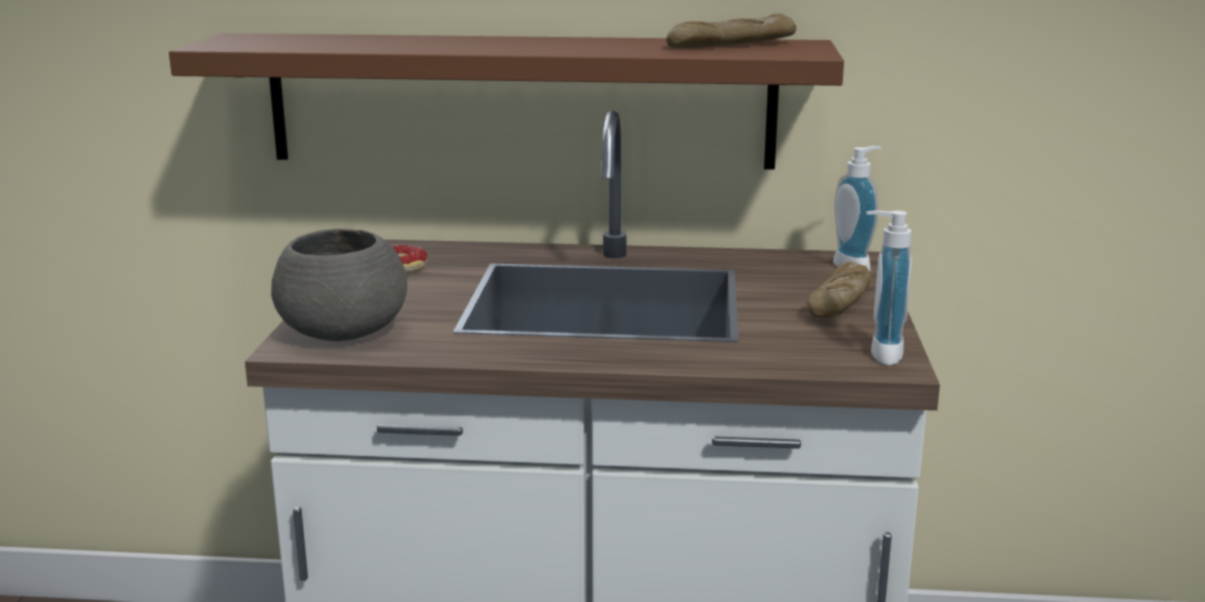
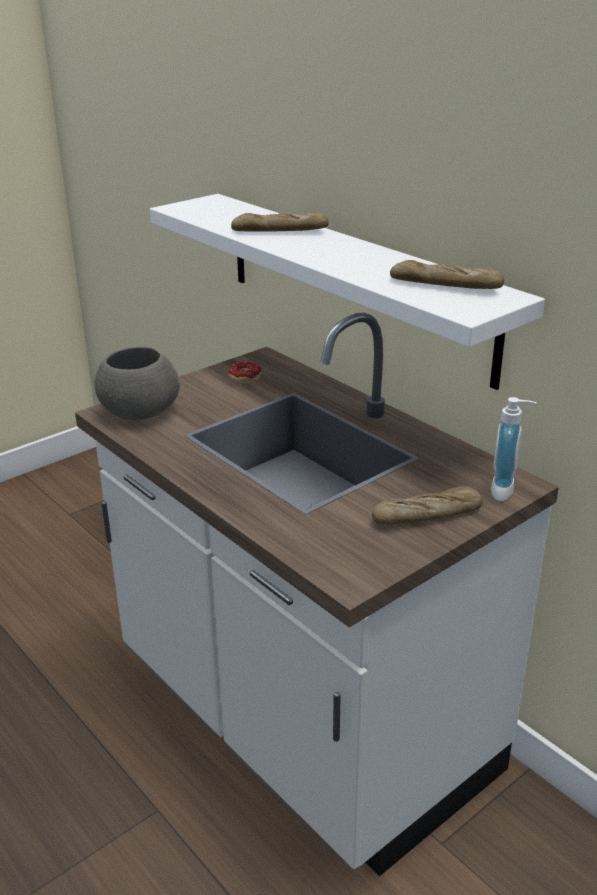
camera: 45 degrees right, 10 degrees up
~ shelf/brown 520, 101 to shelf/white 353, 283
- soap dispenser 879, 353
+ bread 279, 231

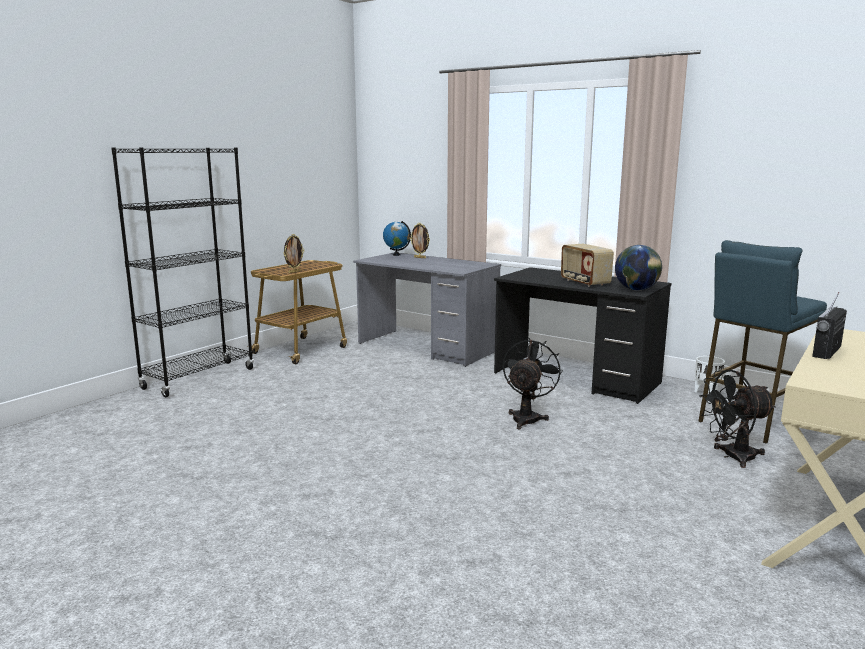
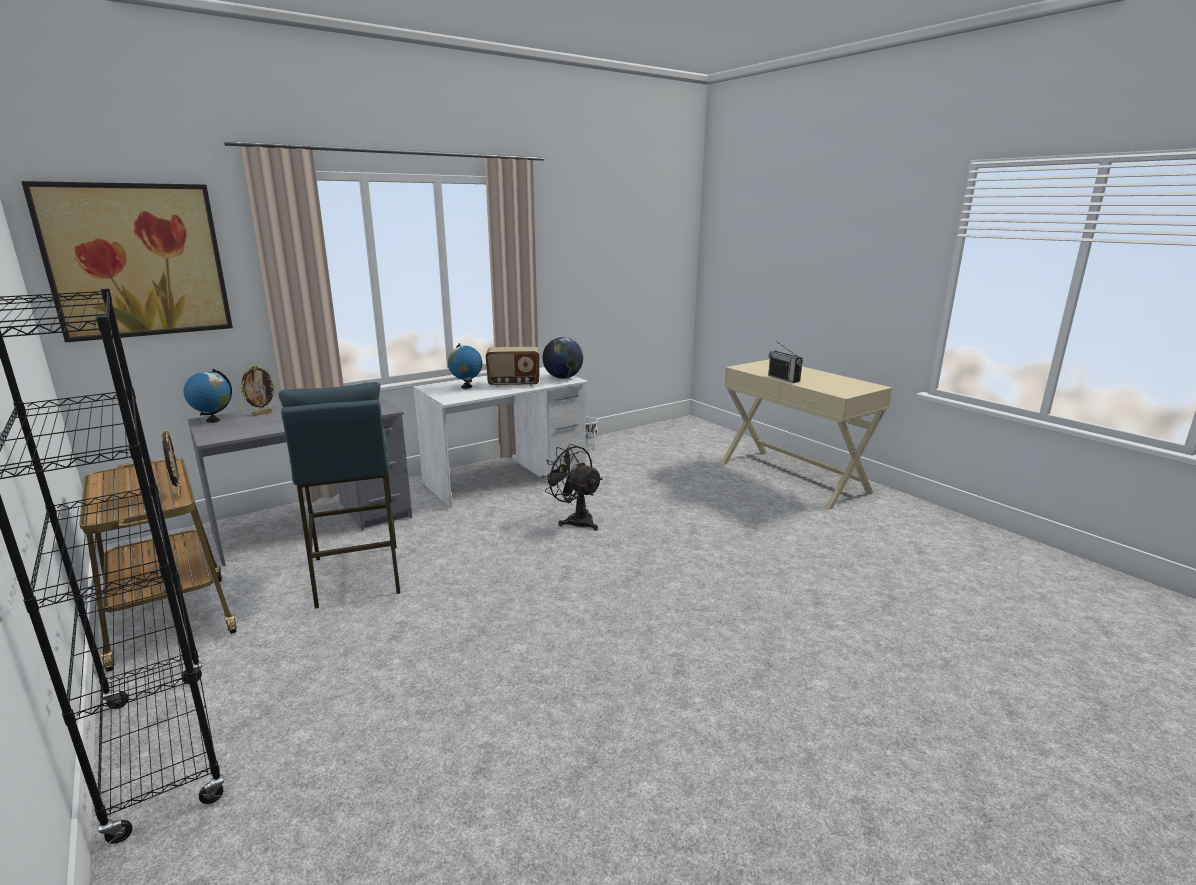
camera: 70 degrees left, 5 degrees up
~ stool/blue 751, 420 to 356, 575
~ desk/black 576, 378 to desk/white 506, 478
- fan/black 732, 457
+ picture 137, 261
+ globe 466, 387

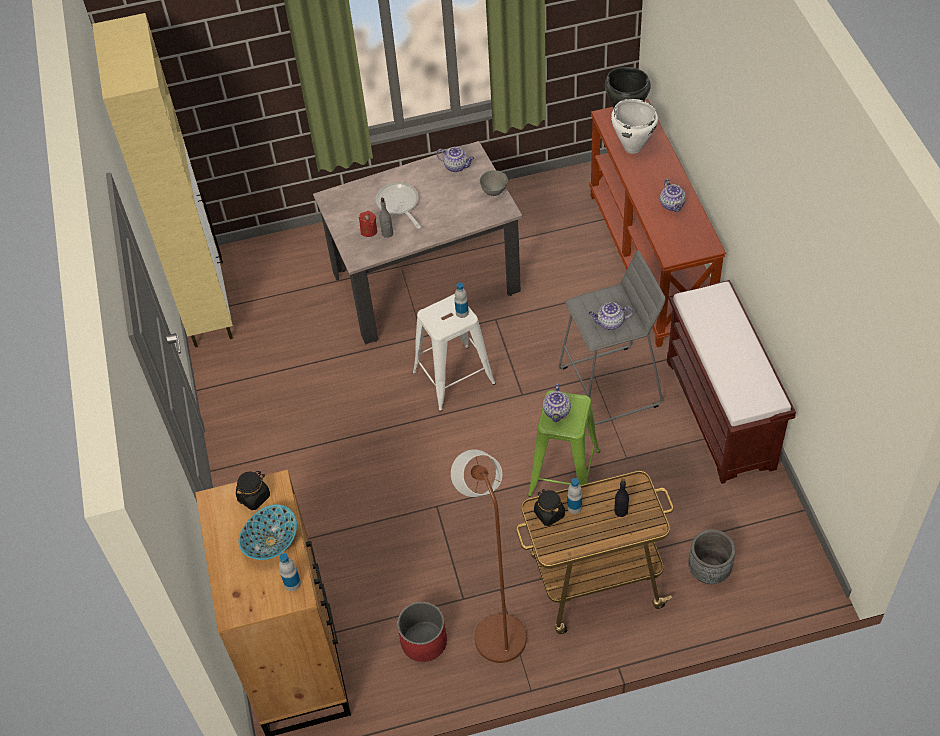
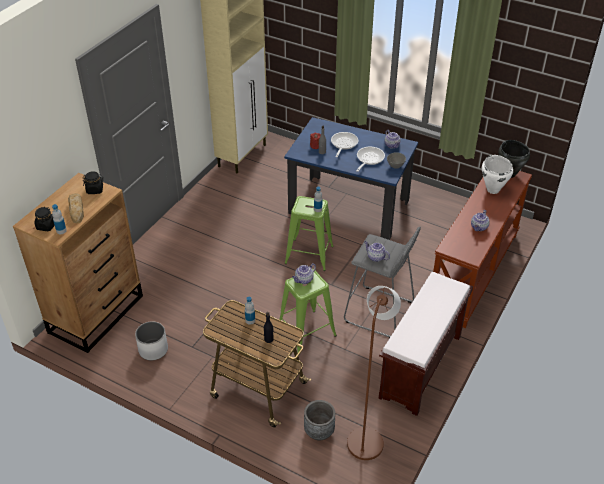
camera: 40 degrees right, 10 degrees down
~ dining table/beige 426, 282 to dining table/blue 349, 207
~ stool/white 453, 378 to stool/green 308, 254
~ floor lamp/brown 496, 630 to 367, 438
~ jar/black 549, 514 to 46, 226
~ bowl 270, 541 to bread 76, 210
~ planter/red 423, 641 to planter/white 153, 349
+ frying pan 369, 159

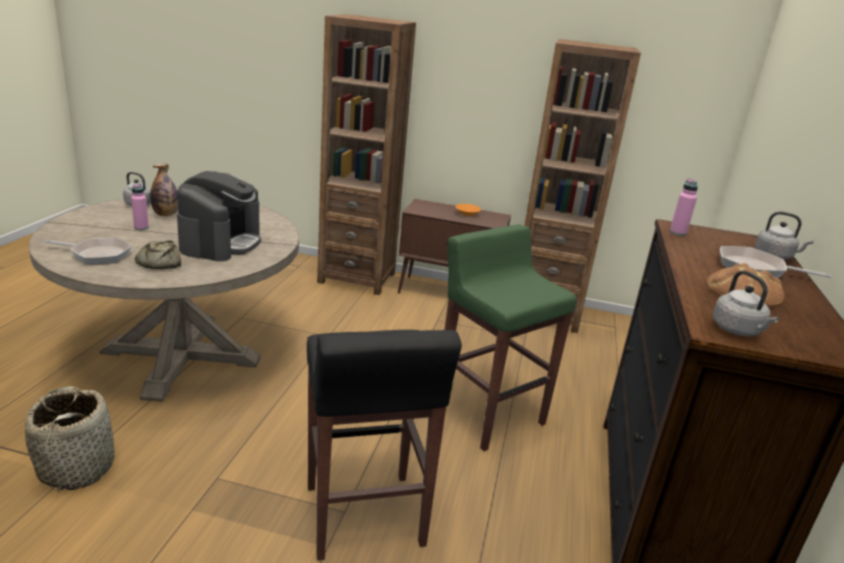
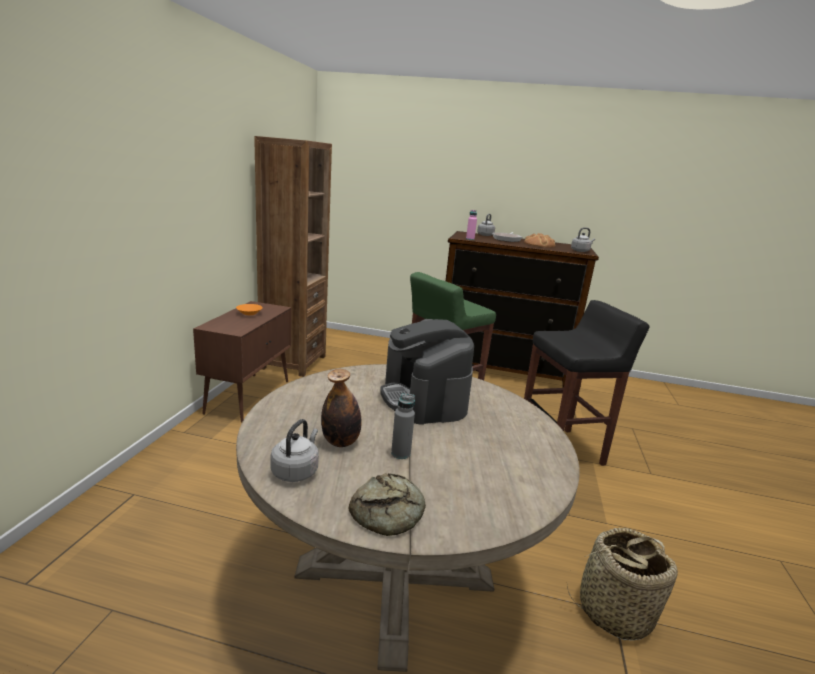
camera: 90 degrees left, 5 degrees down
- bookcase/brown 357, 278
~ coffee machine 221, 242 = 424, 399 120 degrees counterclockwise
~ bottle/pink 141, 228 to bottle/grey 400, 453
- frying pan 97, 254
~ bread 159, 262 to 390, 512

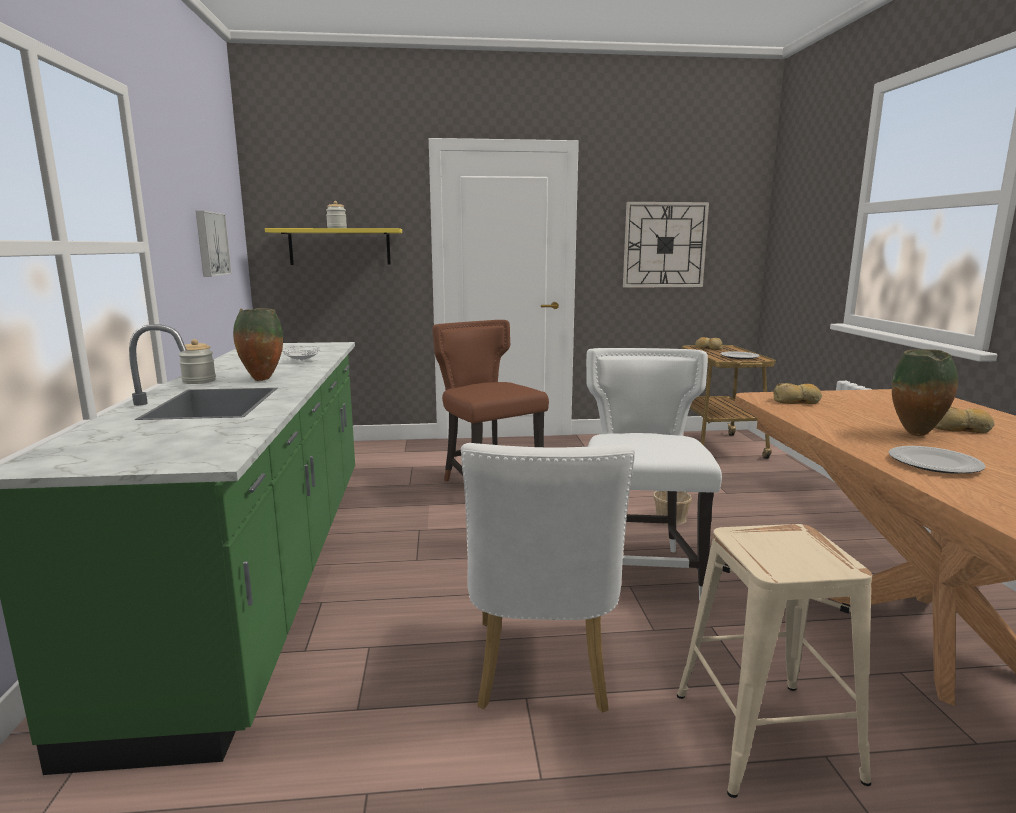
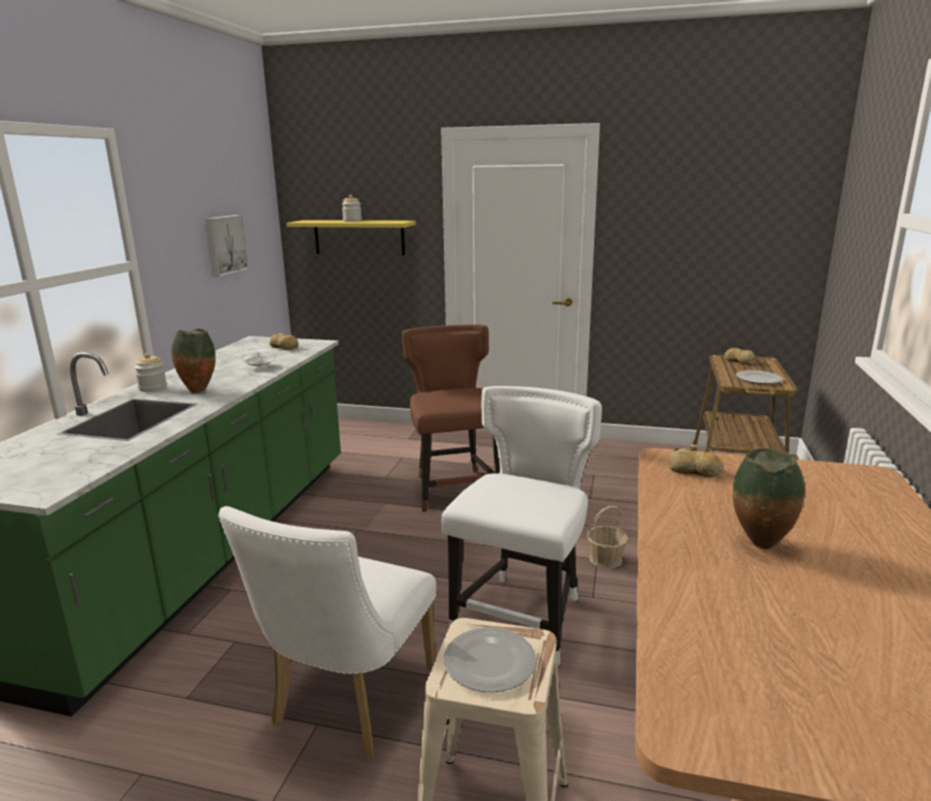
camera: 20 degrees right, 5 degrees up
- wall clock 664, 245
~ bread 961, 429 to 284, 347
~ plate 935, 464 to 490, 663

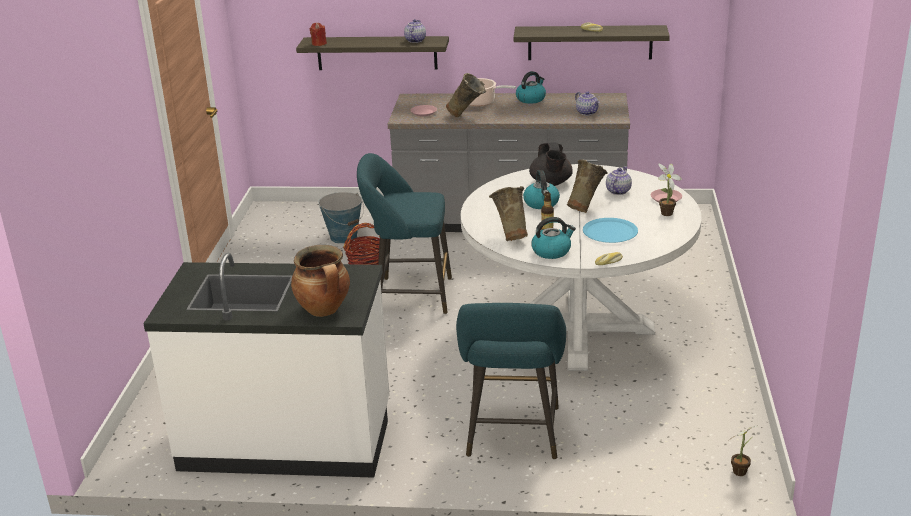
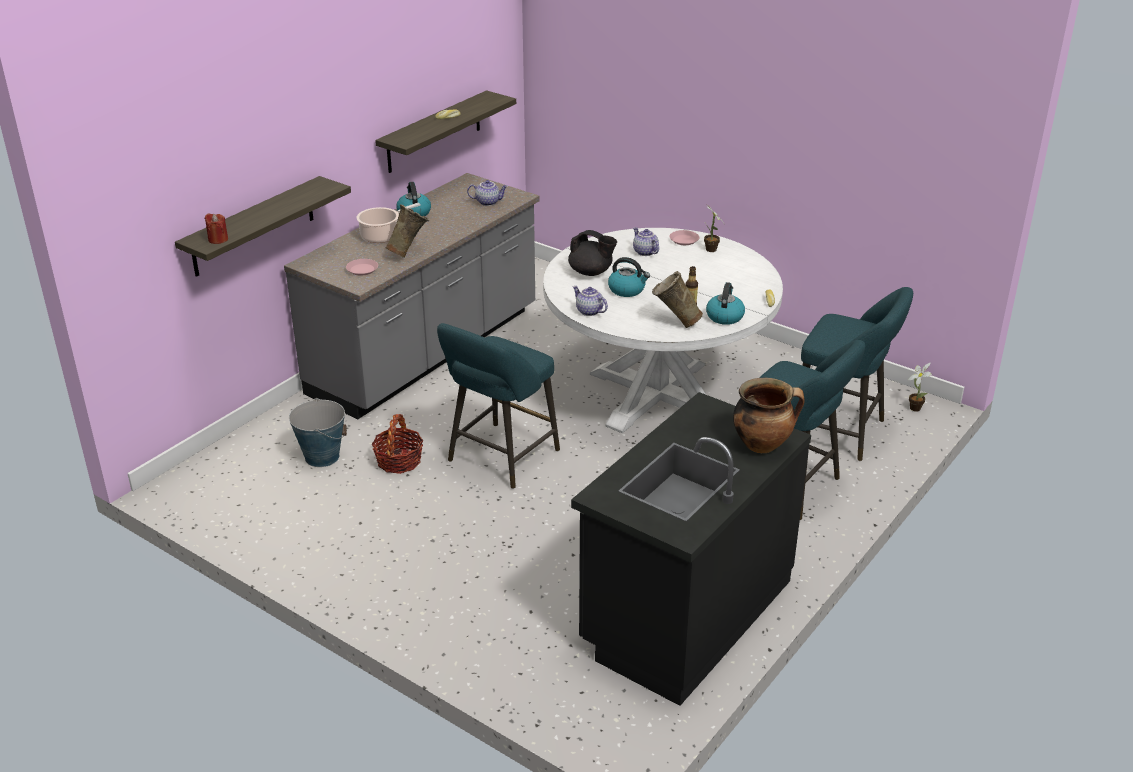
camera: 60 degrees left, 5 degrees up
~ teapot 415, 40 to 588, 311
- vase/beige 586, 208
- plate/blue 610, 232
~ counter/white 287, 438 to counter/black 685, 614
+ stool/turquoise 841, 432

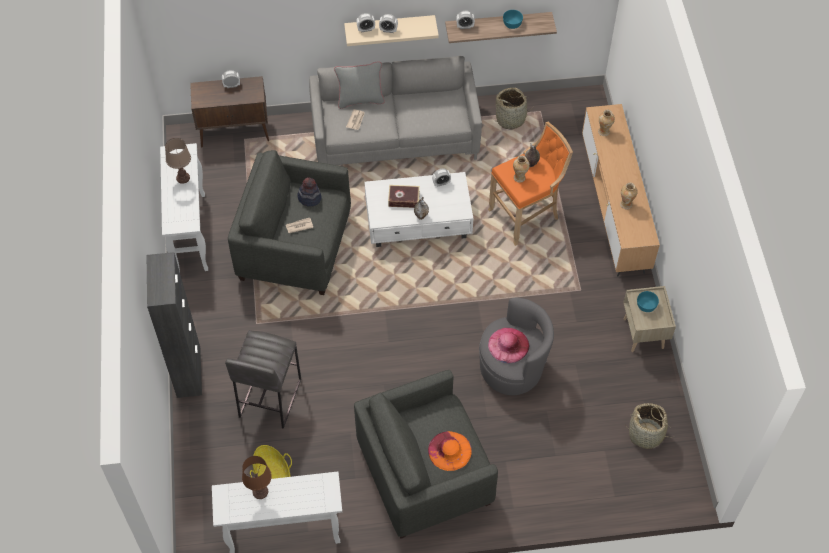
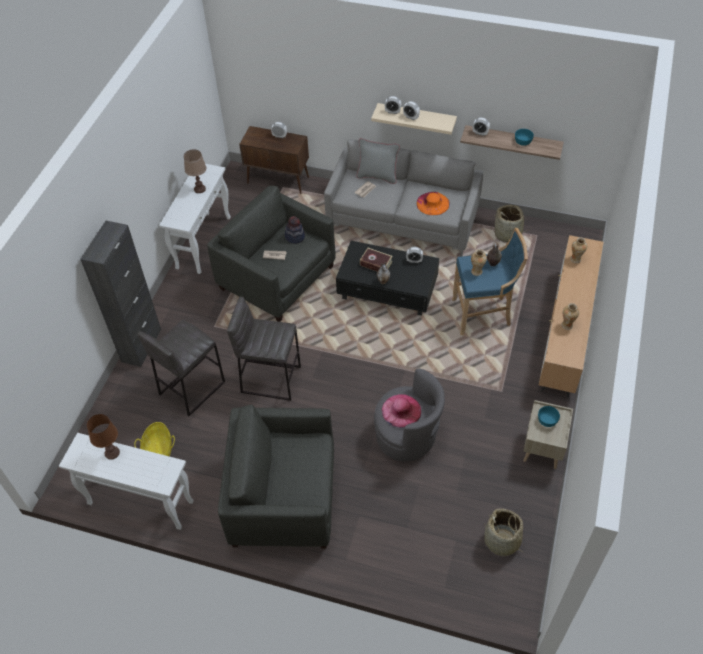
camera: 25 degrees right, 5 degrees down
~ stool/orange 526, 215 to stool/blue 483, 314
~ coffee table/white 419, 222 to coffee table/black 388, 290
~ hat/orange 449, 450 to 433, 203
+ stool/grey 270, 379

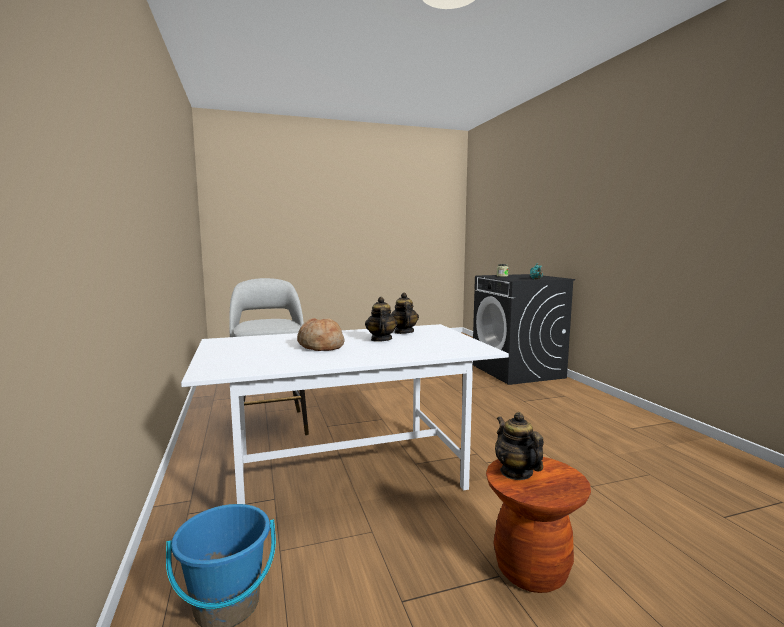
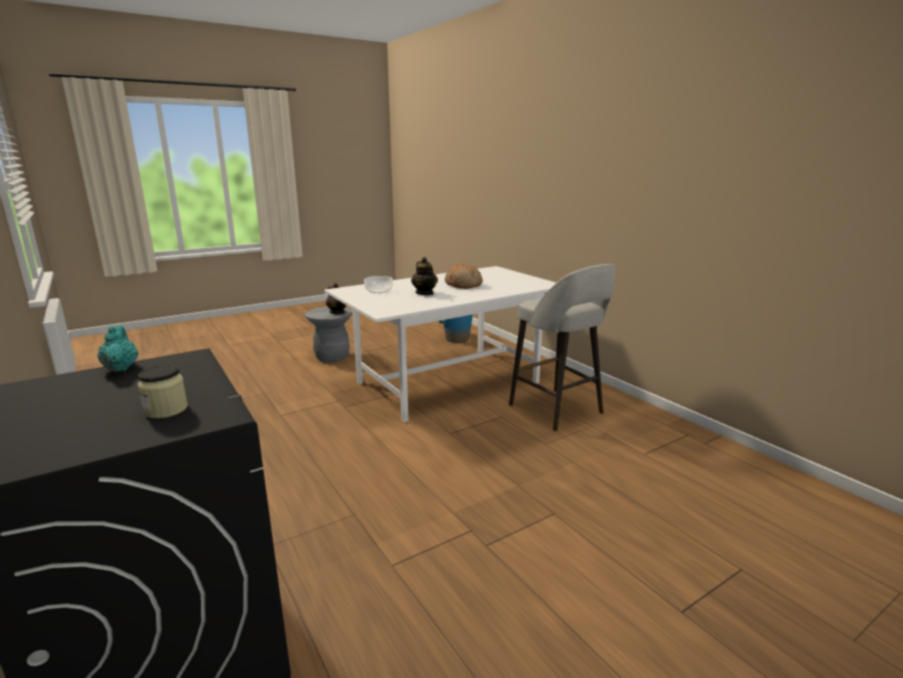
camera: 165 degrees right, 10 degrees up
- teapot 403, 332
~ stool/brown 531, 570 to stool/grey 332, 357
+ bowl 378, 290

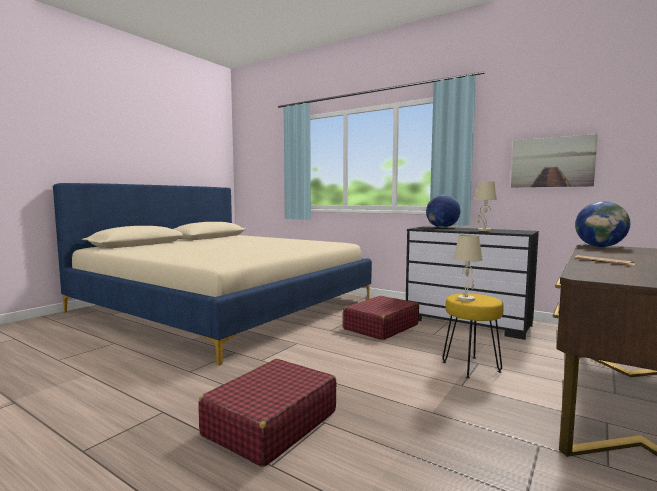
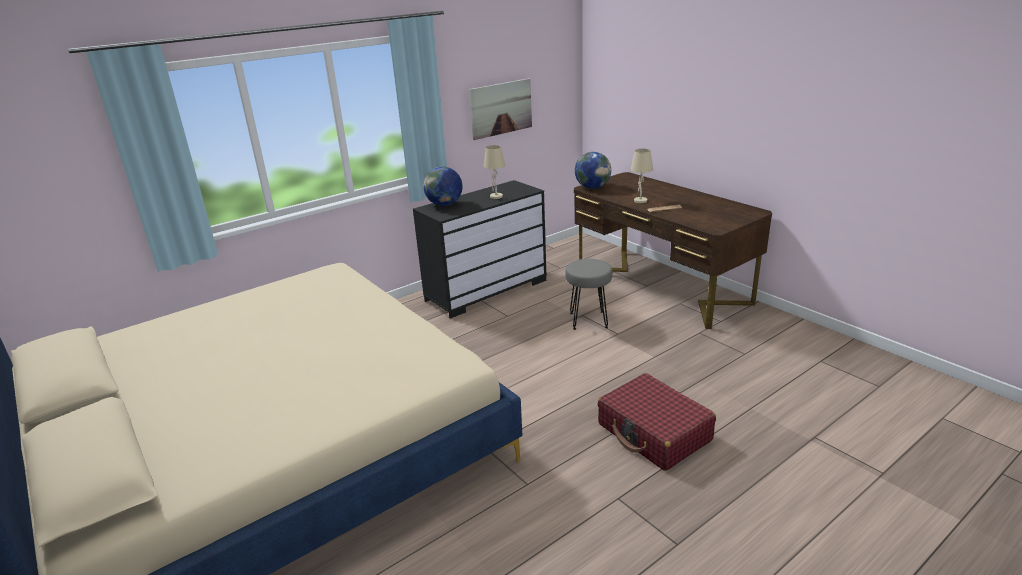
camera: 70 degrees left, 20 degrees up
~ table lamp/beige 466, 299 to 640, 200
~ stool/yellow 471, 367 to stool/grey 588, 320
- suitcase/red 381, 327

